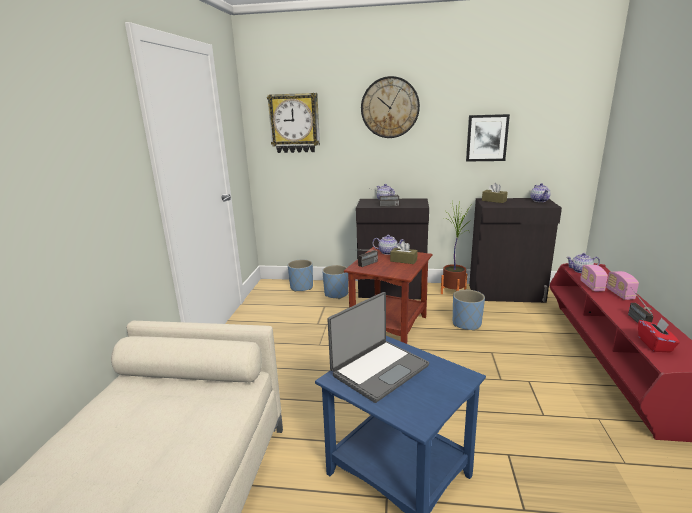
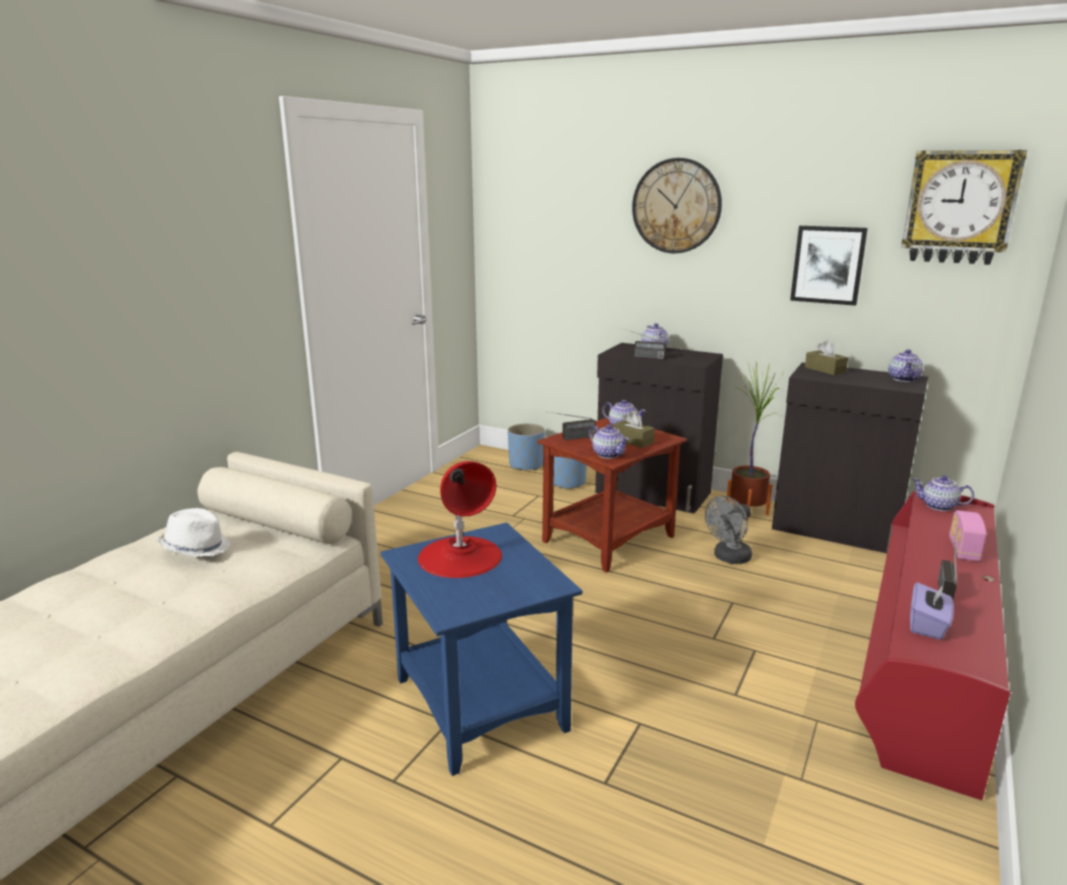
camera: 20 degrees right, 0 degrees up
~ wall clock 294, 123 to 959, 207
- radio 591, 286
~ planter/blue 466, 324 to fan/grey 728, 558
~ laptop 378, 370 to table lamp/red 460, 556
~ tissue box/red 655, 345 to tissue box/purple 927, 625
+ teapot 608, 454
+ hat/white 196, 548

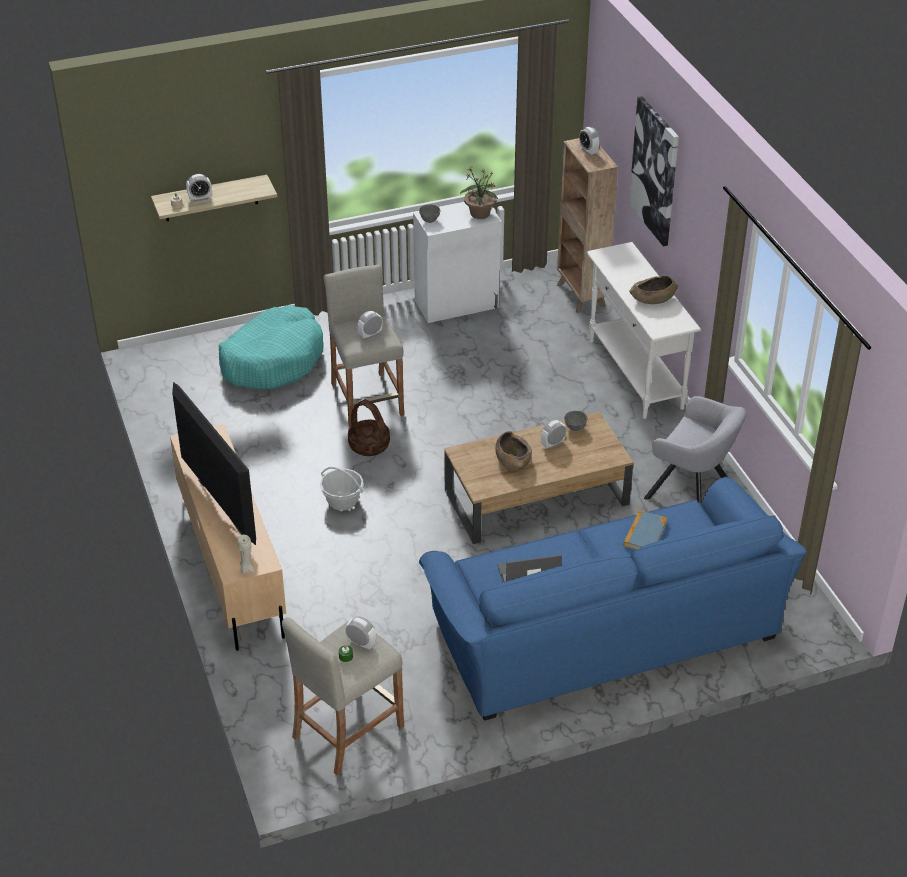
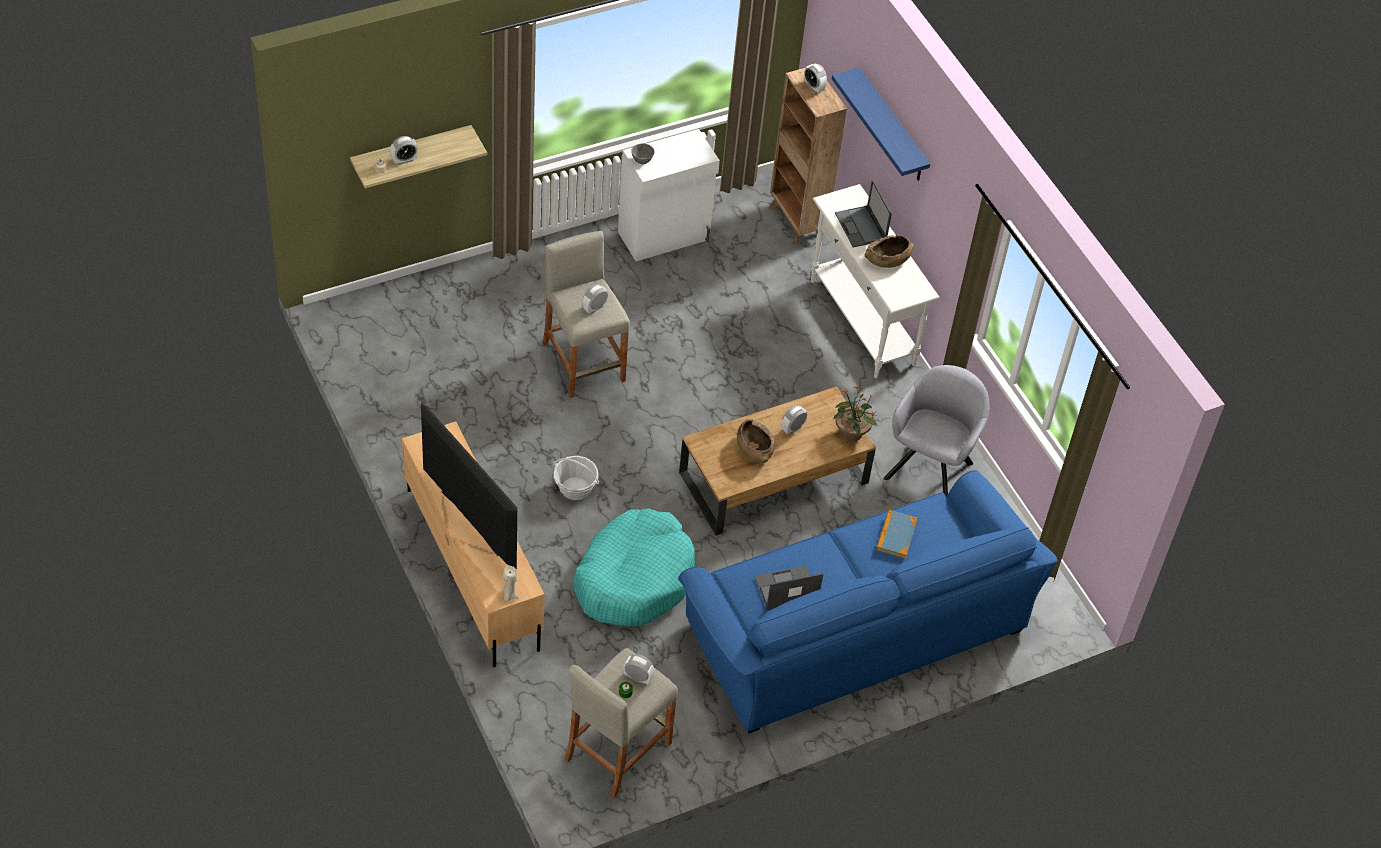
camera: 10 degrees left, 10 degrees up
~ picture 655, 171 to shelf/blue 892, 127
~ potted plant 479, 214 to 851, 433
~ dog bed/turquoise 273, 360 to 634, 578
~ armchair/grey 692, 493 = 931, 467 90 degrees counterclockwise
- basket 369, 445
- bowl/grey 575, 428
+ laptop 861, 227

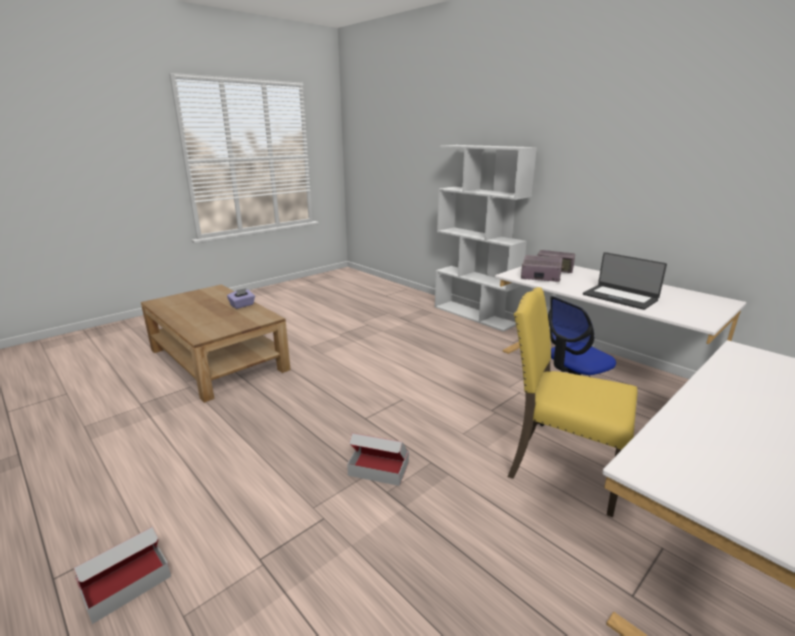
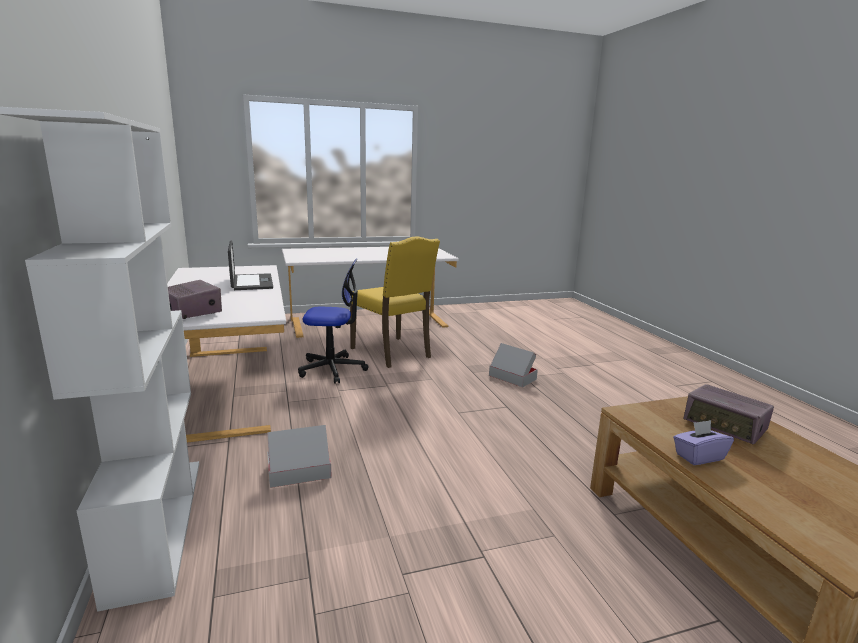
camera: 155 degrees left, 5 degrees down
~ radio 540, 277 to 725, 426
~ cardboard box 126, 583 to 299, 471

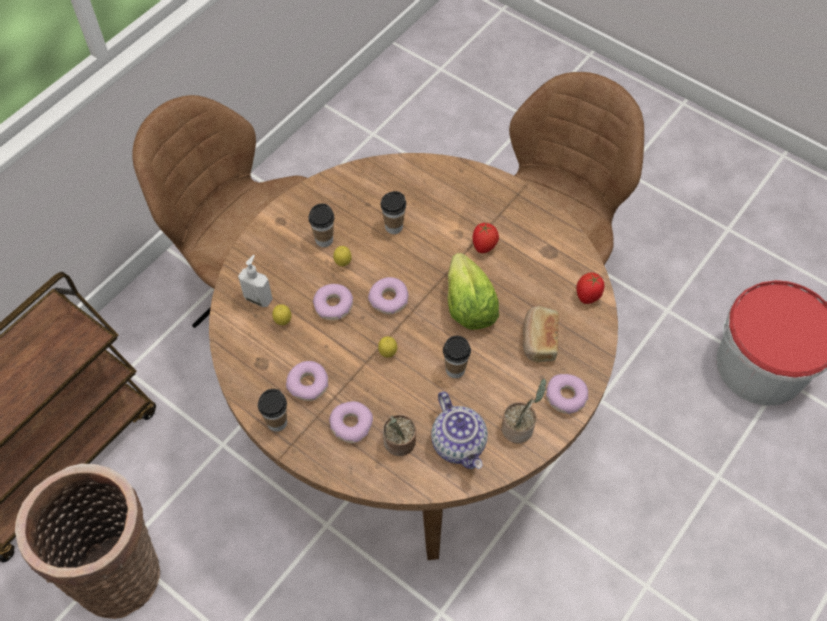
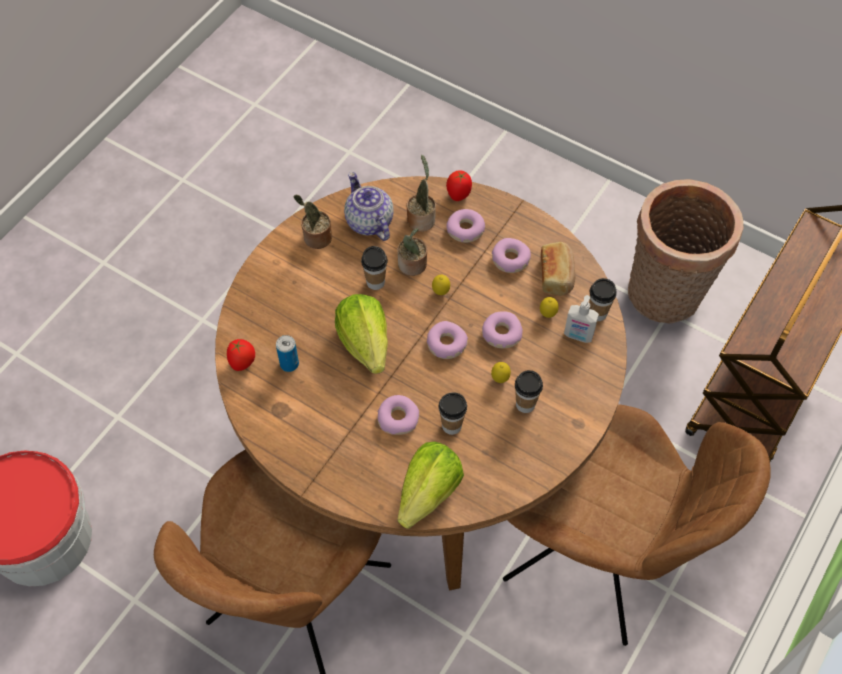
camera: 175 degrees right, 0 degrees up
~ tomato 484, 247 to 459, 194
~ bread 538, 340 to 557, 275
~ donut 566, 397 to 398, 418
~ cup 277, 422 to 597, 313
+ potted plant 412, 265
+ can 289, 364
+ lettuce 428, 493

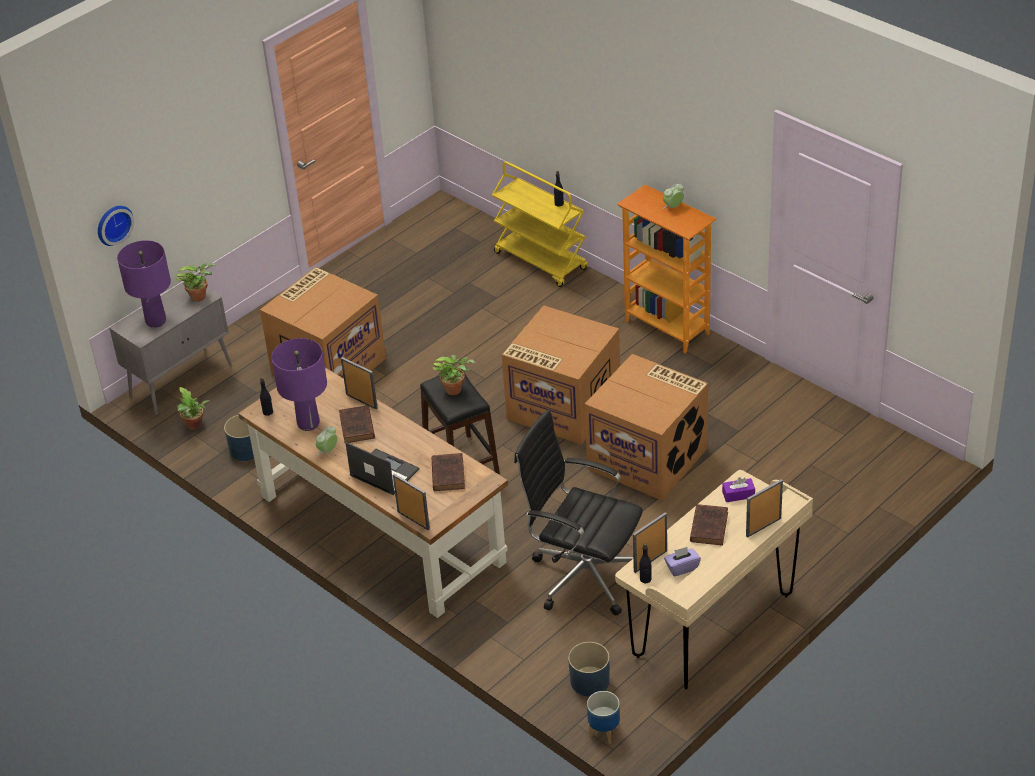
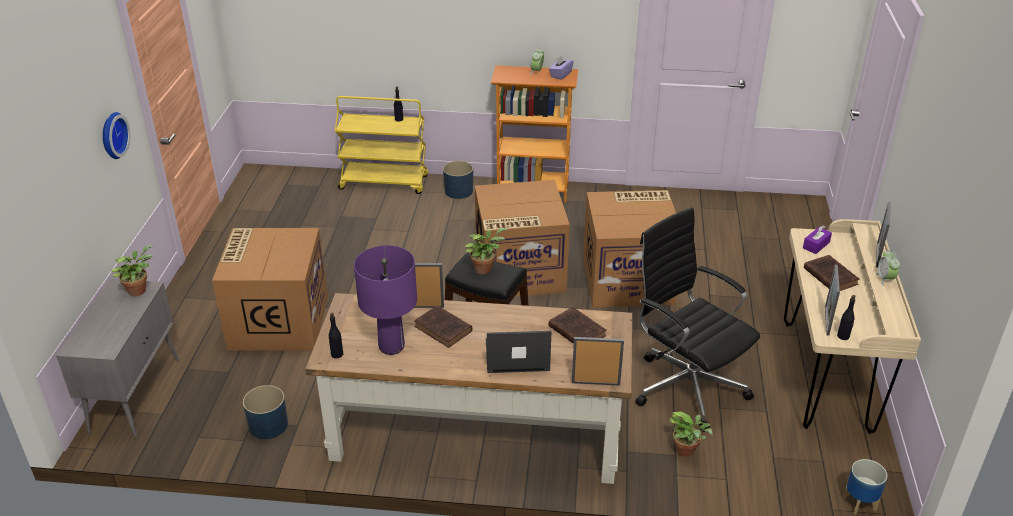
camera: 40 degrees left, 5 degrees down
~ wall clock 113, 224 to 112, 135
- table lamp/purple 156, 321
~ potted plant 195, 426 to 687, 451
~ office chair/black 583, 574 = 686, 386 60 degrees clockwise
~ alarm clock 328, 451 to 885, 279
~ tissue box/purple 682, 568 to 560, 75
~ planter/blue 589, 681 to 458, 191

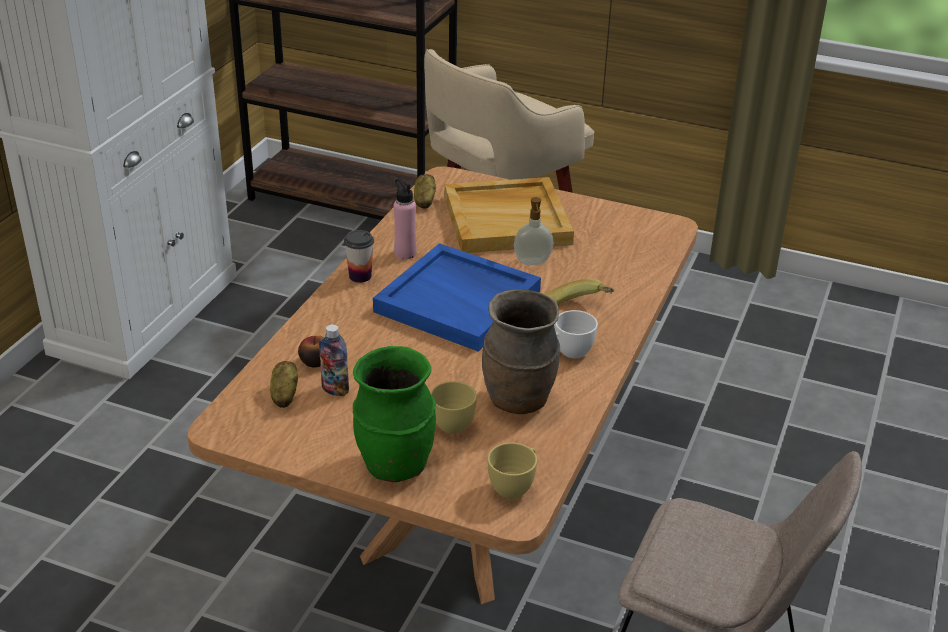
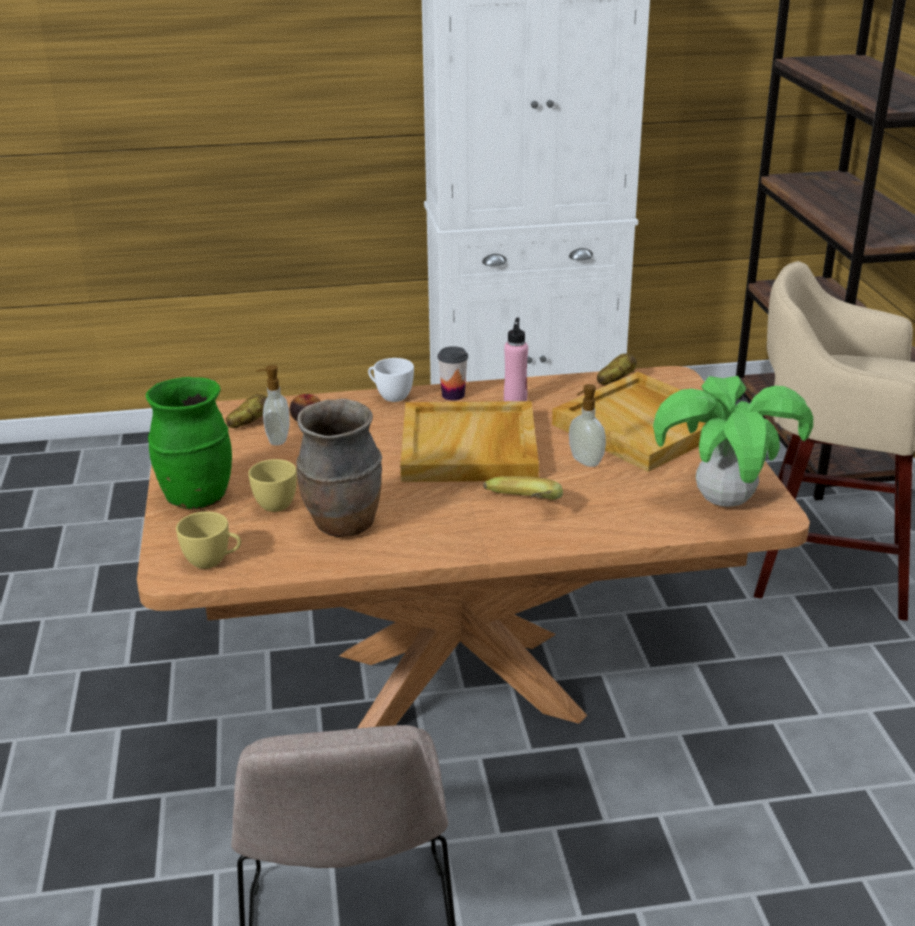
camera: 60 degrees right, 5 degrees down
~ tray/blue 459, 301 to tray/beige 470, 448
~ cup/white 569, 353 to 390, 396
~ bottle 335, 389 to soap dispenser 277, 439
+ potted plant 724, 500

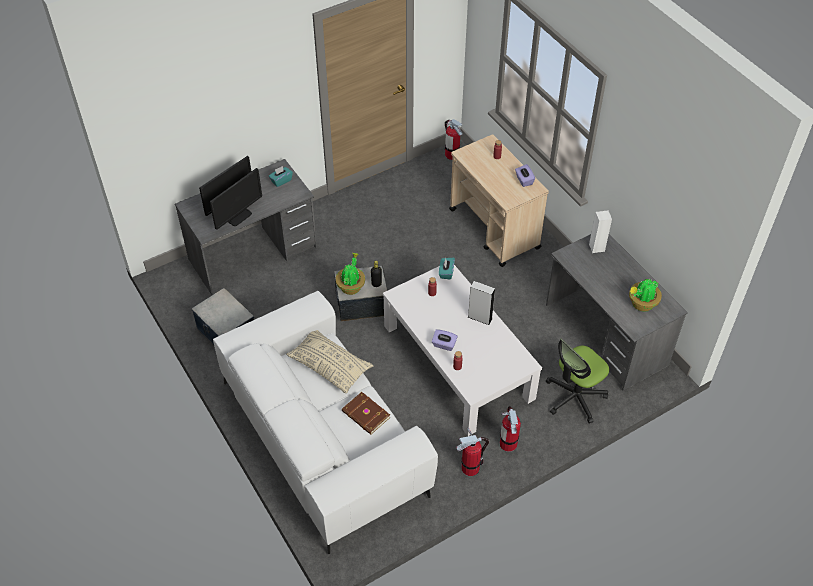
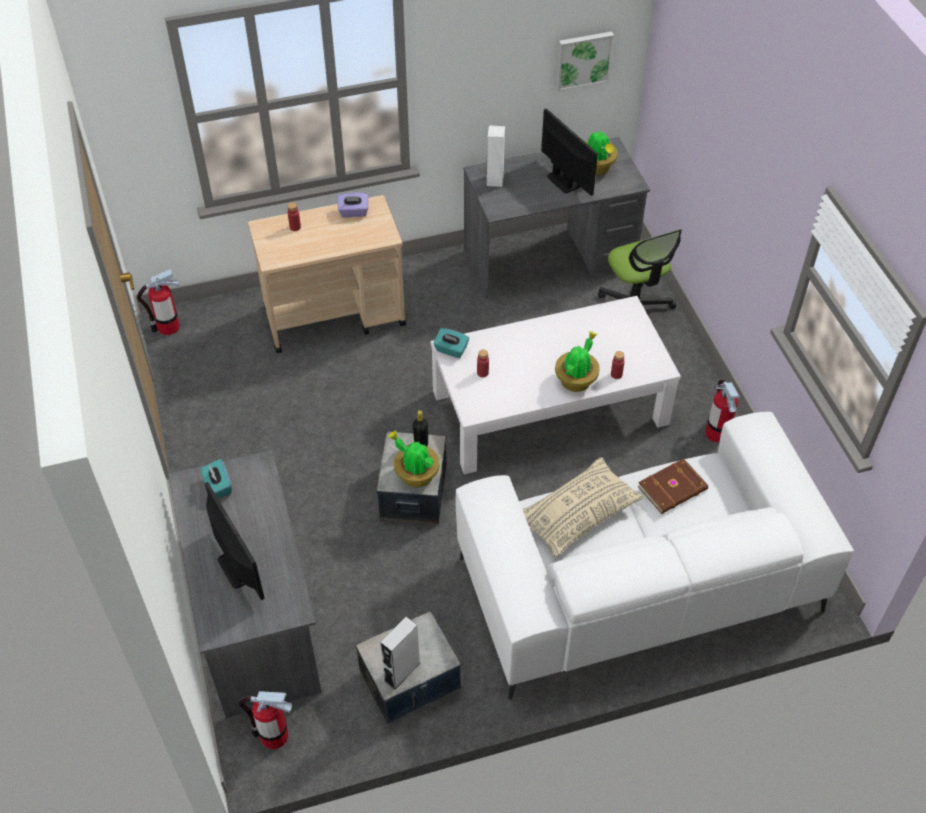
camera: 75 degrees left, 0 degrees up
~ monitor 238, 216 to 563, 181
~ speaker/grey 480, 318 to 402, 672
~ tissue box/purple 444, 345 to potted plant 576, 380
~ fire extinguisher 508, 443 to 273, 736
+ picture 583, 59

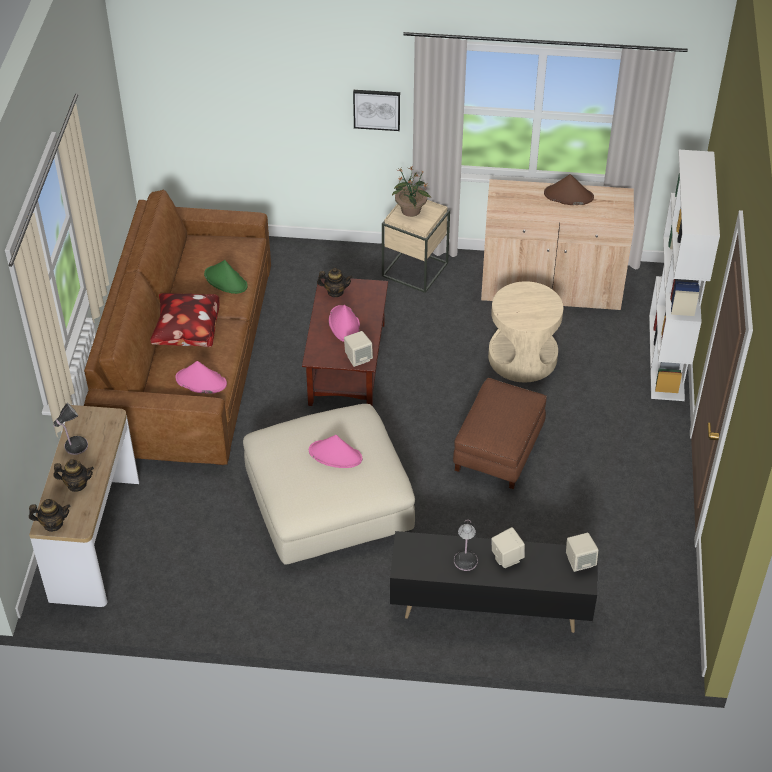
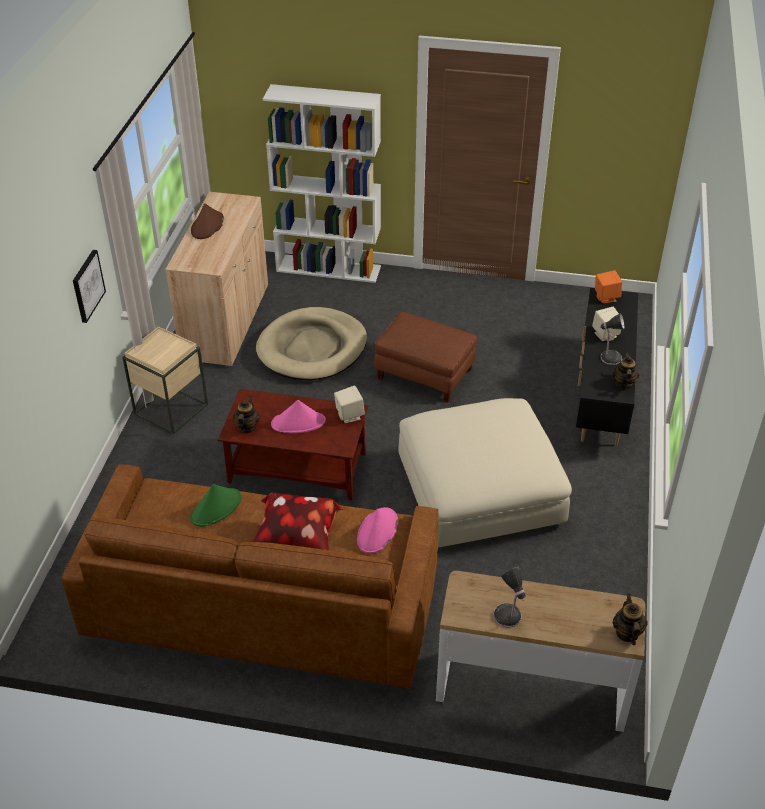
camera: 85 degrees left, 5 degrees down
- potted plant 410, 210
~ side table/beige 522, 357 to dog bed/beige 312, 348
- hat/pink 335, 455
~ teapot 76, 484 to 623, 383
~ speaker/beige 580, 562 to speaker/orange 606, 297

